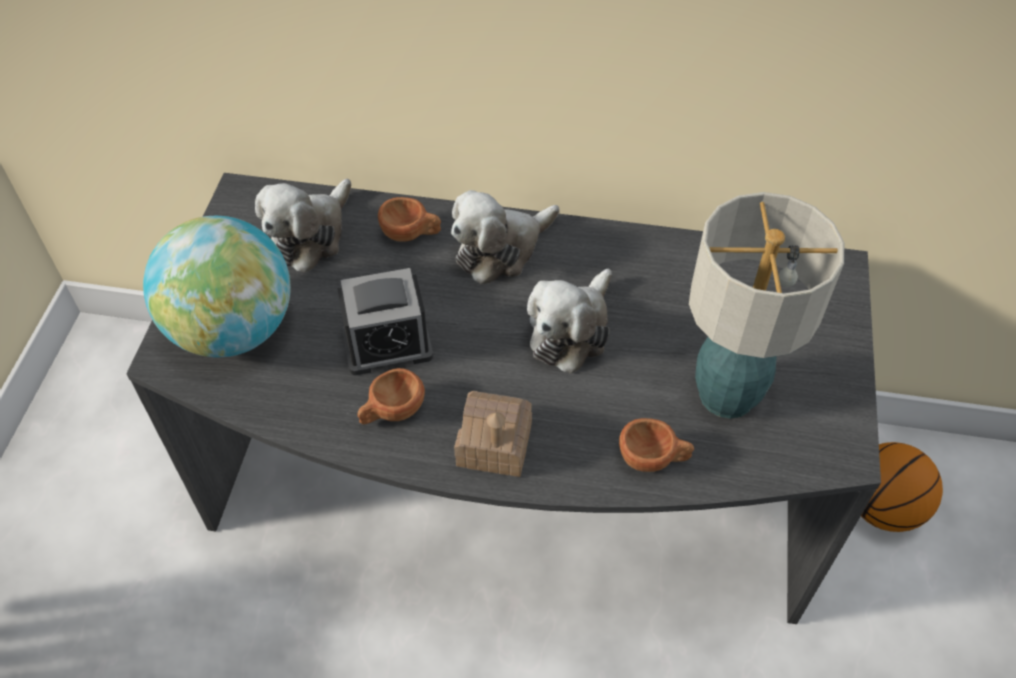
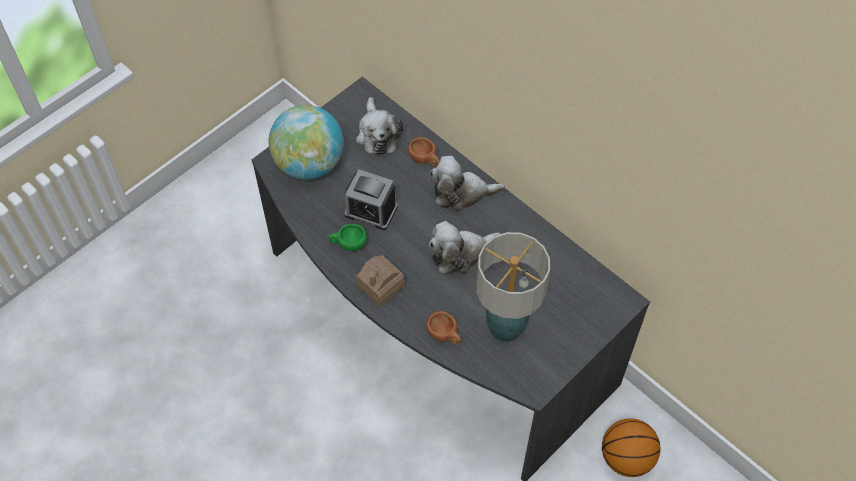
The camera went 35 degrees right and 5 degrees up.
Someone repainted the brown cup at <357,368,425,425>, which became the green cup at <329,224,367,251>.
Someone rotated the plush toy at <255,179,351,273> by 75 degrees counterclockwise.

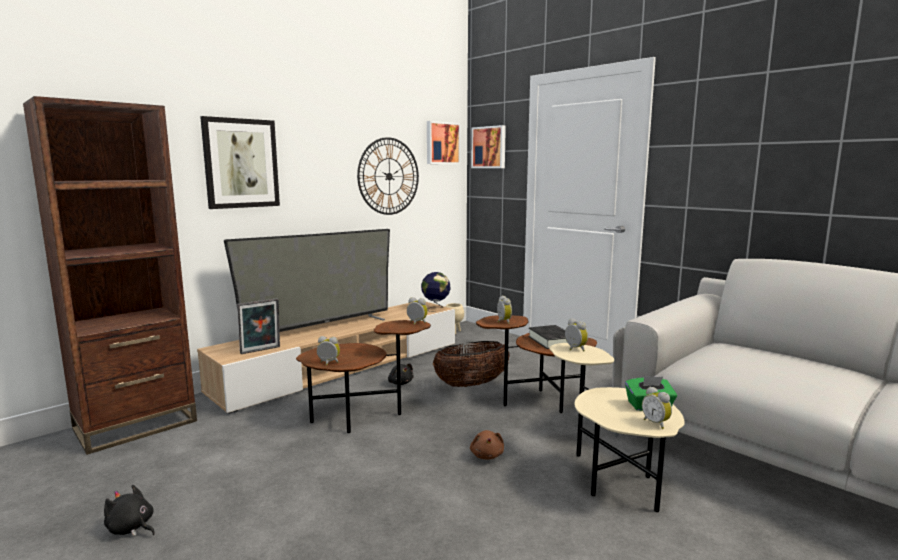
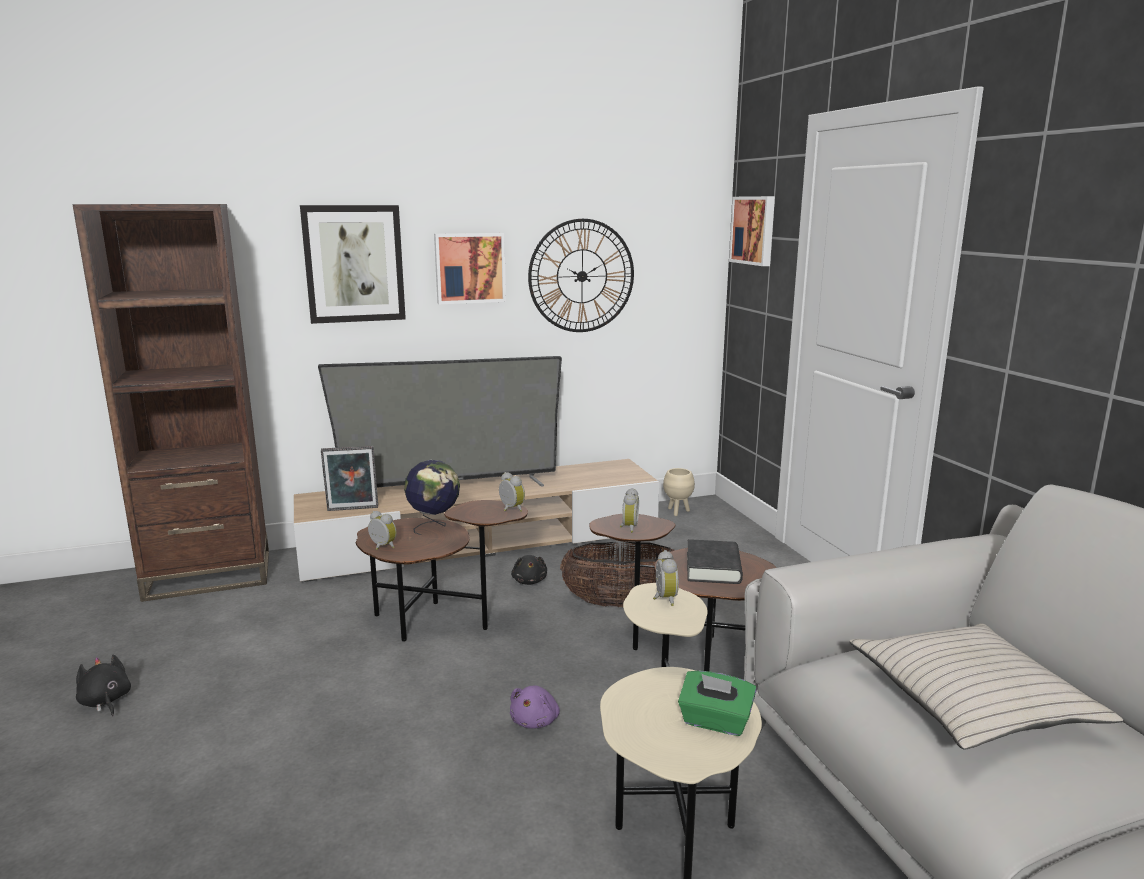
The camera went 25 degrees right and 5 degrees up.
Someone carried the globe from <421,272,451,312> to <404,460,460,535>.
Someone carried the picture from <427,121,461,164> to <434,233,506,304>.
Someone repainted the brown plush toy at <470,430,504,460>, which became the purple plush toy at <510,685,560,729>.
Someone put down the beige pillow at <849,623,1123,749>.
Someone took away the alarm clock at <642,386,672,429>.

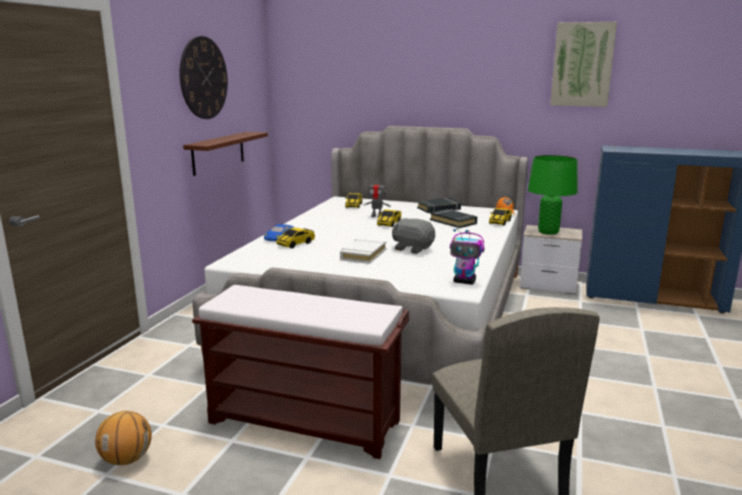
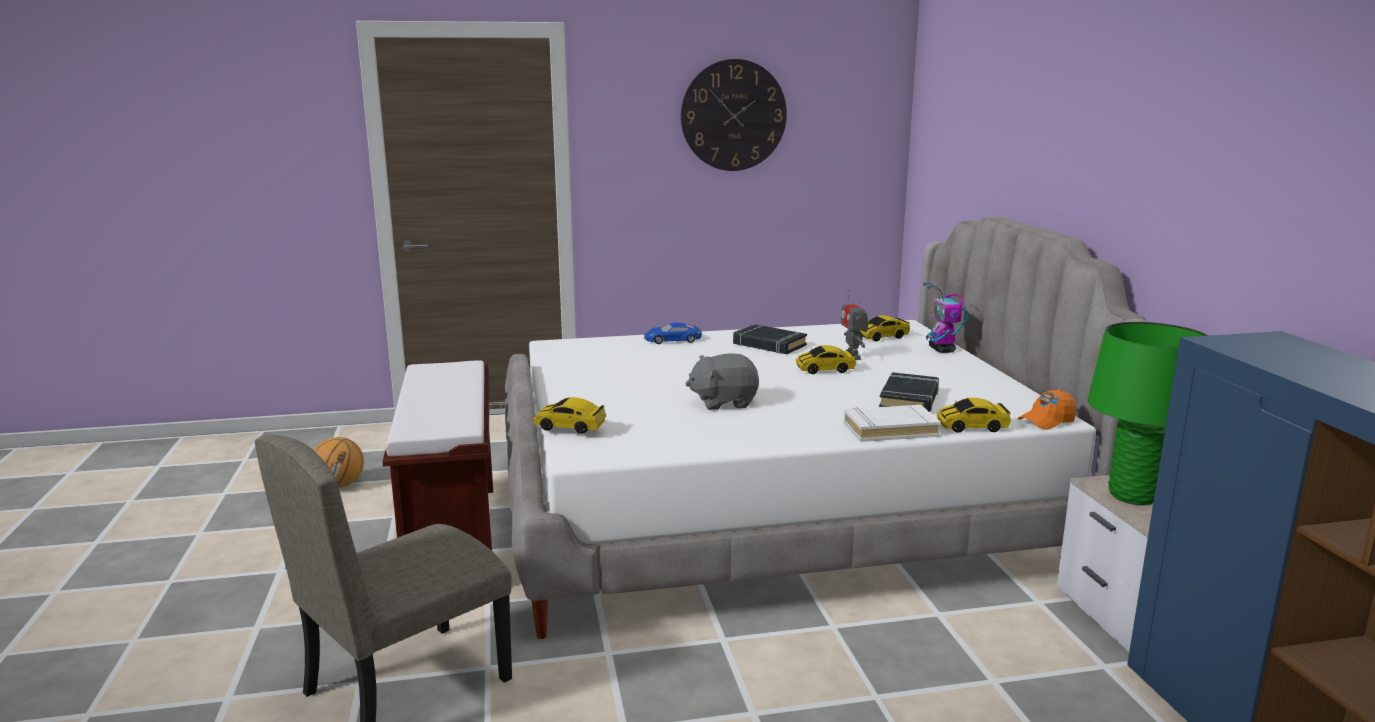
The camera went 60 degrees right and 0 degrees up.
Someone carried the toy car from <276,228,315,248> to <533,397,606,434>.
Someone rotated the grey plush toy at <392,218,435,254> by 105 degrees counterclockwise.
Someone carried the black book from <417,198,461,213> to <733,324,807,354>.
Someone carried the white book from <340,238,387,264> to <844,404,941,442>.
Someone carried the toy robot from <450,228,485,285> to <923,282,969,353>.
Someone took away the brown shelf at <183,132,268,176>.
Someone took away the picture at <550,22,617,107>.

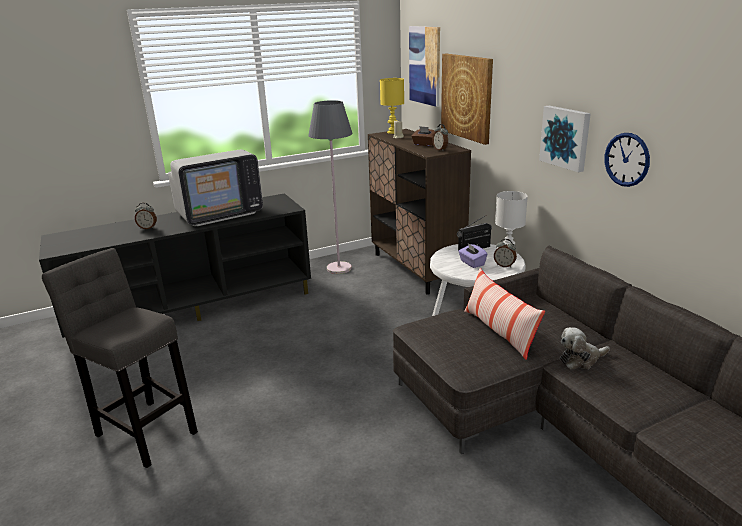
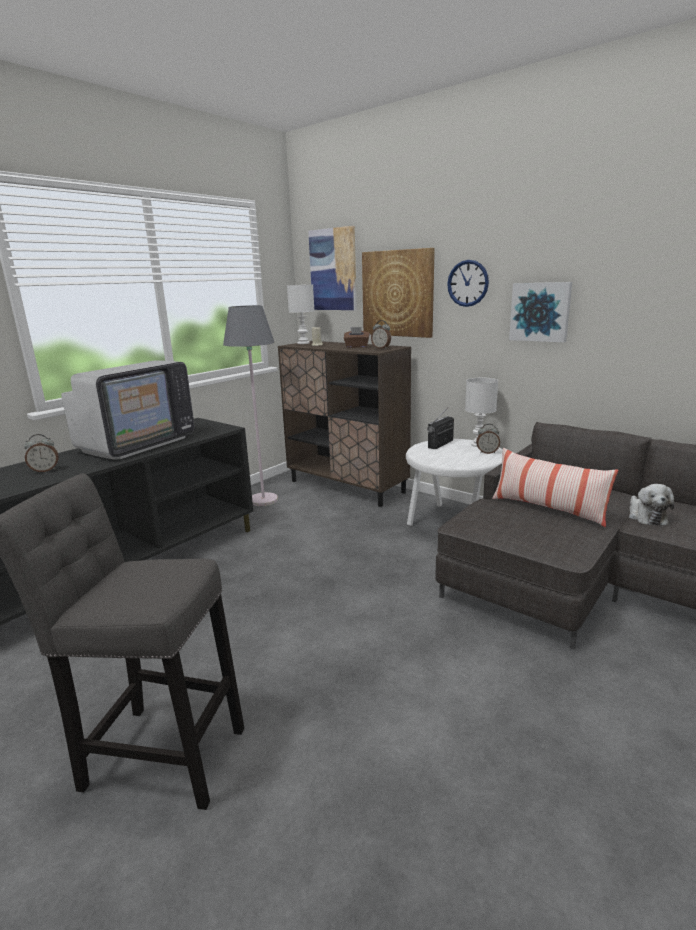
The camera went 25 degrees left and 5 degrees down.
Someone repainted the yellow table lamp at <380,78,404,134>, which became the white table lamp at <287,285,314,344>.
Someone carried the wall clock from <605,133,650,187> to <447,260,489,307>.
Someone rotated the plush toy at <560,327,610,369> by 45 degrees counterclockwise.
Someone took away the purple tissue box at <458,242,488,268>.

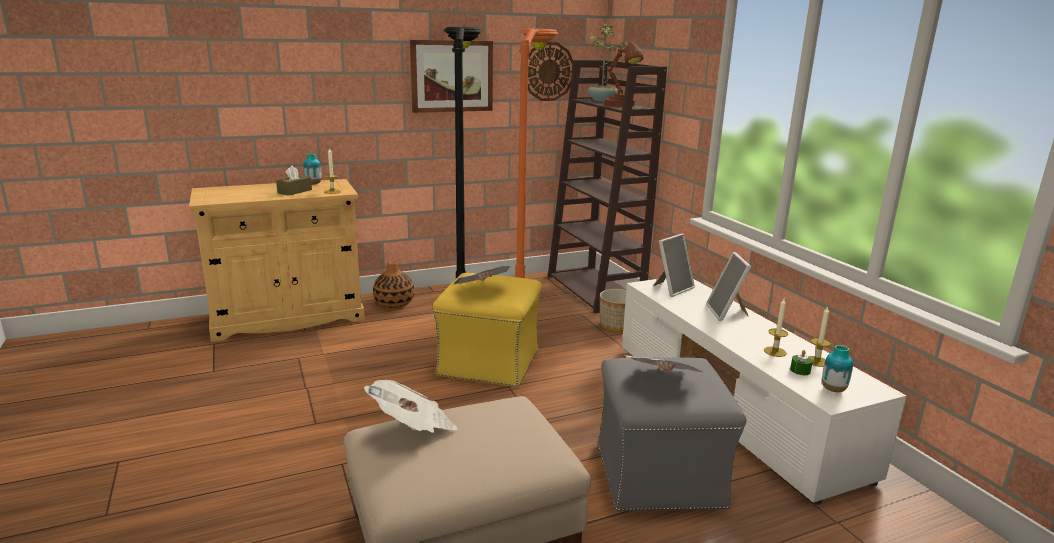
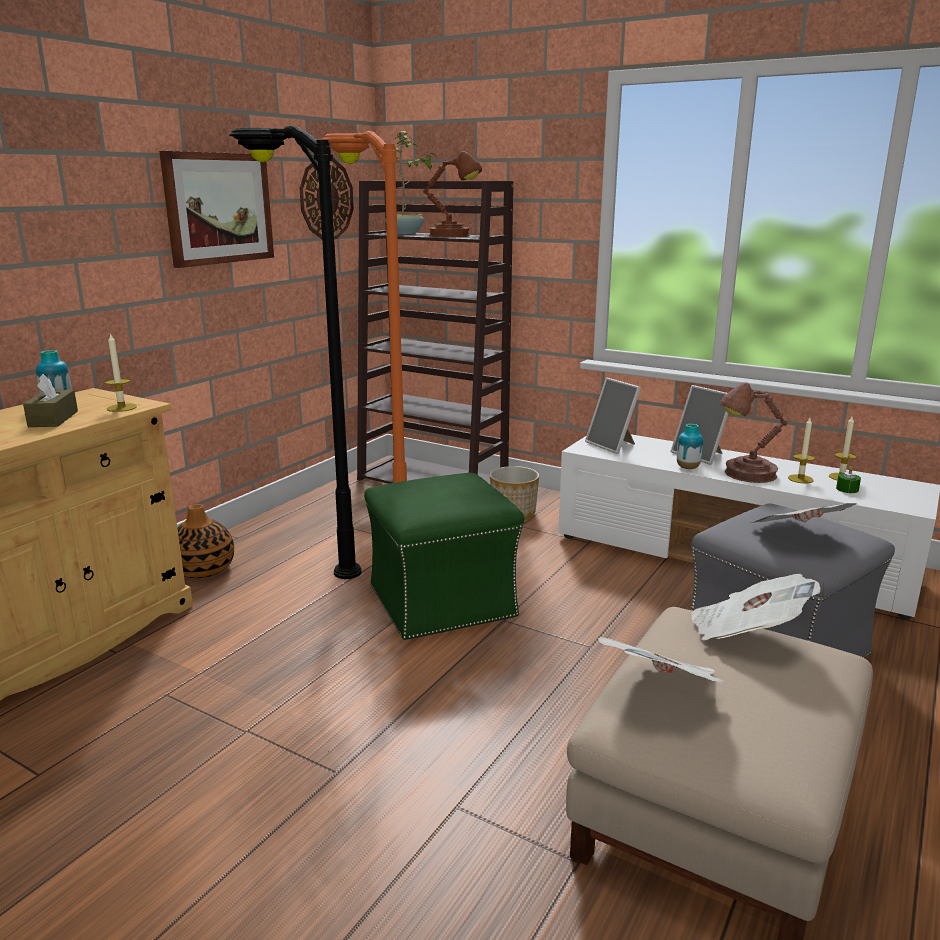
The camera went 35 degrees left and 0 degrees up.
Someone repainted the yellow ottoman at <433,273,542,387>, which became the green ottoman at <364,473,524,640>.
Someone rotated the picture frame at <653,233,695,297> by 135 degrees clockwise.
Someone carried the vase from <822,345,853,392> to <677,424,703,469>.
Someone carried the newspaper from <454,266,511,284> to <691,574,821,641>.
Someone put down the brown table lamp at <720,383,788,483>.

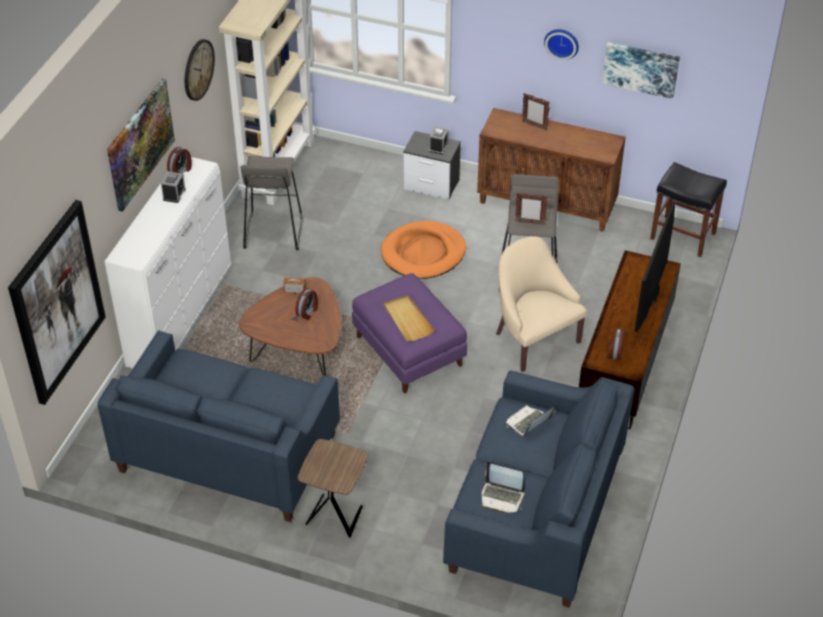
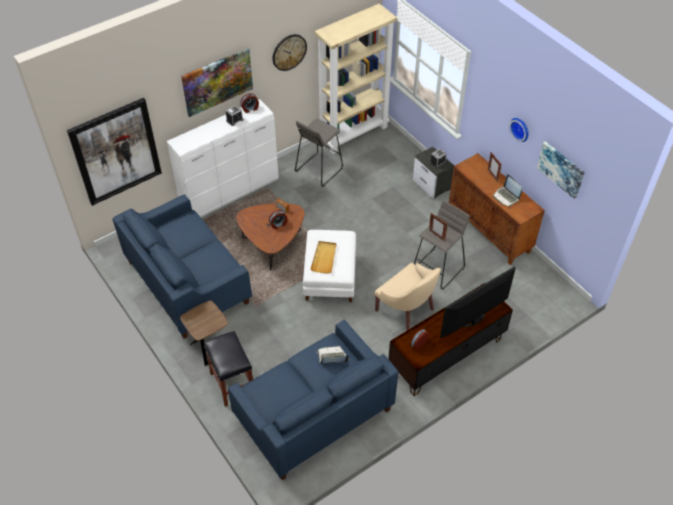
The camera went 35 degrees right and 5 degrees up.
Someone carried the black stool from <650,162,727,257> to <204,331,253,407>.
Someone repainted the purple ottoman at <352,273,467,393>, which became the white ottoman at <303,230,356,302>.
Someone rotated the beige armchair at <496,236,587,372> by 135 degrees clockwise.
Someone carried the laptop from <482,462,525,513> to <493,174,522,206>.
Someone took away the orange dog bed at <381,221,466,279>.

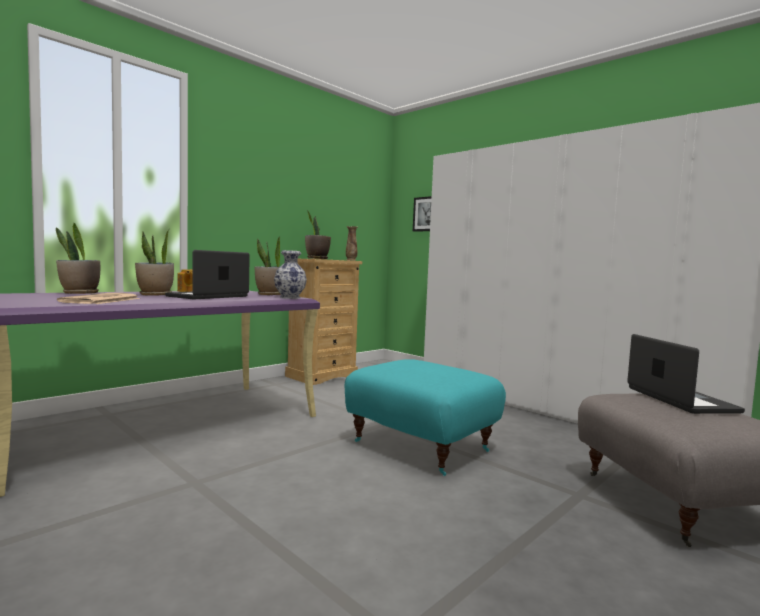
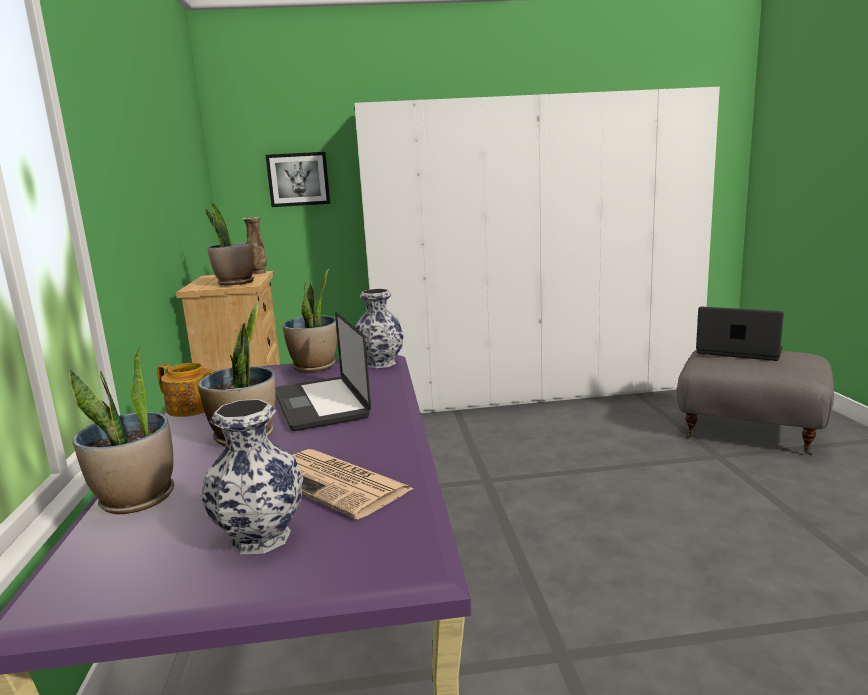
The camera went 50 degrees left and 10 degrees up.
Someone put down the vase at <201,399,303,554>.
Someone took away the turquoise ottoman at <345,359,506,476>.

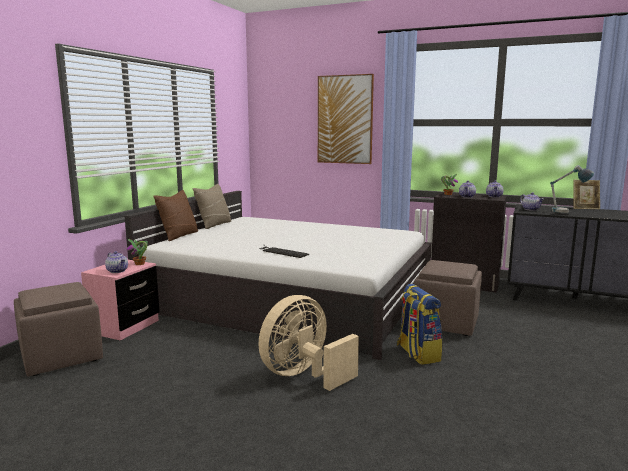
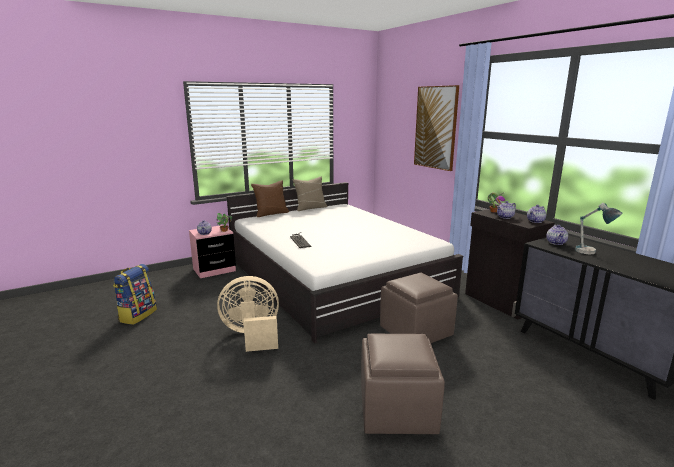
The camera went 35 degrees right and 5 degrees up.
Someone carried the backpack from <397,284,443,365> to <113,264,157,325>.
Someone carried the brown ottoman from <14,282,103,376> to <361,334,445,434>.
Someone took away the picture frame at <573,180,600,209>.

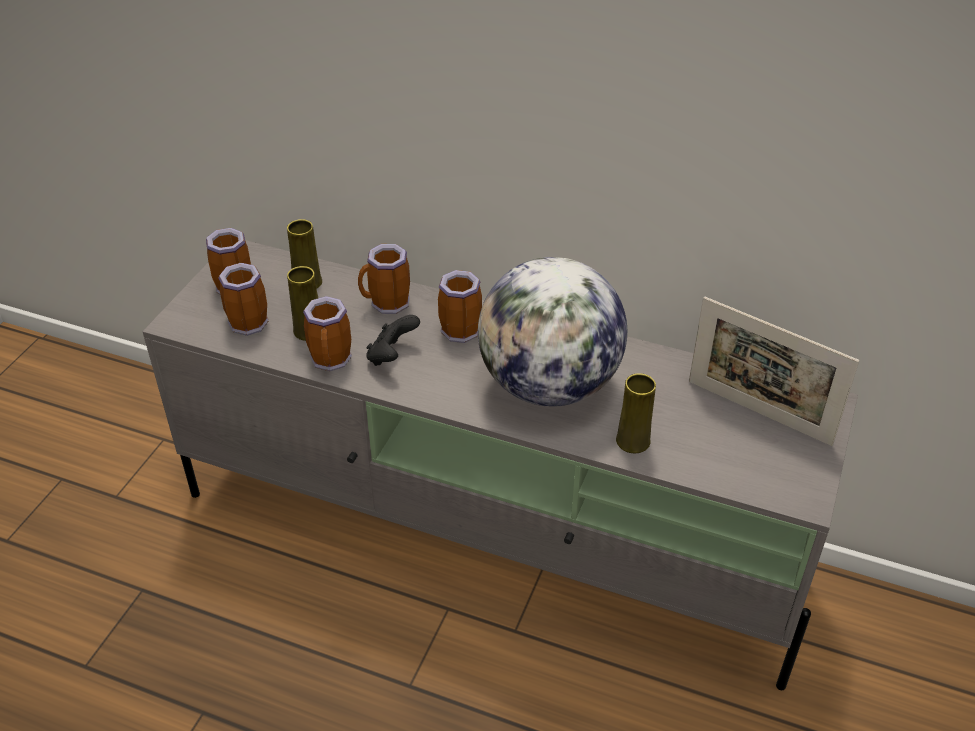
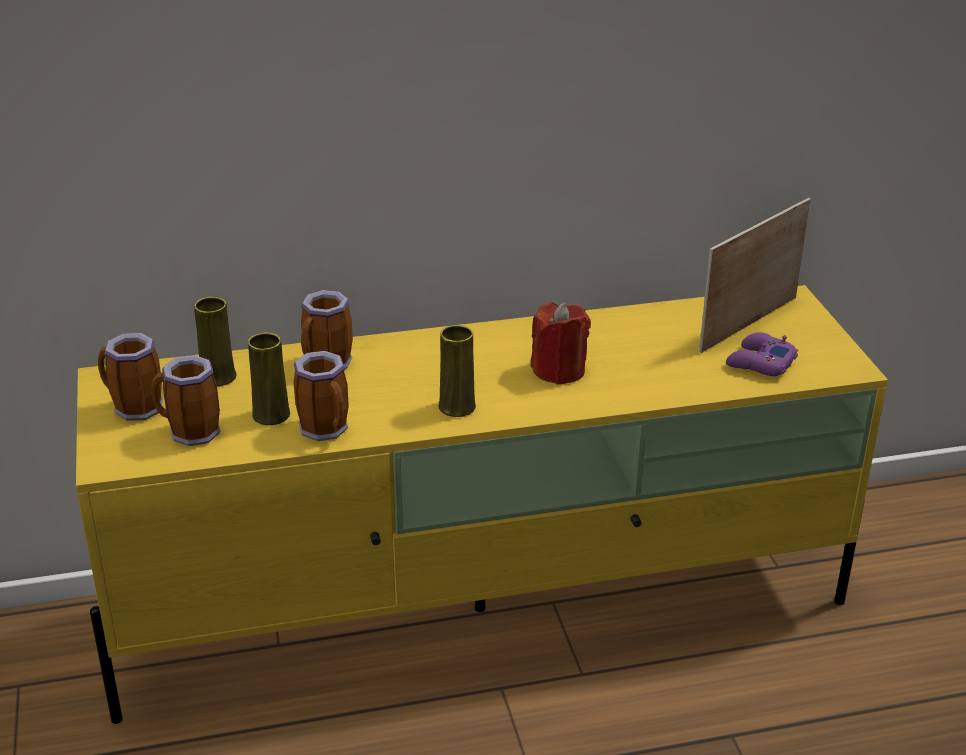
The camera went 35 degrees left and 10 degrees down.
Someone repainted the grey tv stand at <142,240,858,690>, which became the yellow tv stand at <76,285,888,724>.
Someone carried the yellow vase from <616,373,656,453> to <439,325,476,417>.
Someone swapped the globe at <478,257,627,407> for the red candle at <531,303,591,385>.
Someone rotated the picture frame at <689,297,859,446> by 135 degrees clockwise.
Someone put down the purple game controller at <726,332,798,376>.
Someone took away the black game controller at <367,315,420,366>.
Someone took away the mug at <438,270,482,343>.

